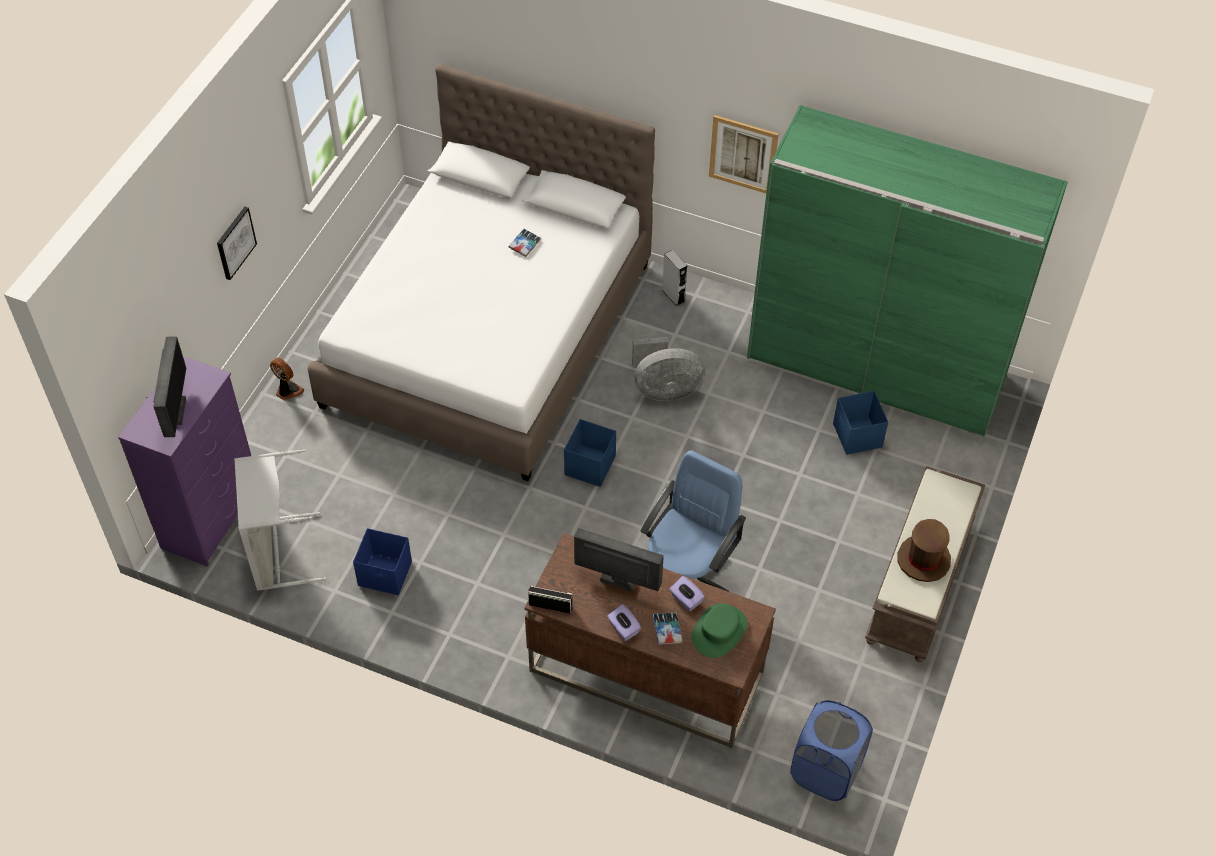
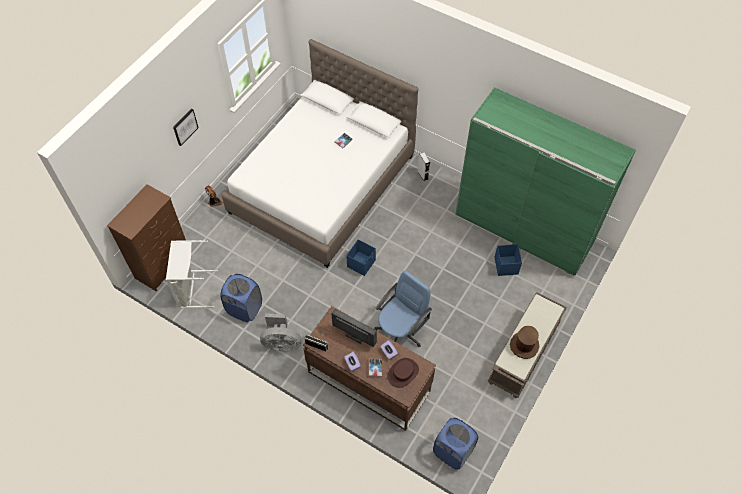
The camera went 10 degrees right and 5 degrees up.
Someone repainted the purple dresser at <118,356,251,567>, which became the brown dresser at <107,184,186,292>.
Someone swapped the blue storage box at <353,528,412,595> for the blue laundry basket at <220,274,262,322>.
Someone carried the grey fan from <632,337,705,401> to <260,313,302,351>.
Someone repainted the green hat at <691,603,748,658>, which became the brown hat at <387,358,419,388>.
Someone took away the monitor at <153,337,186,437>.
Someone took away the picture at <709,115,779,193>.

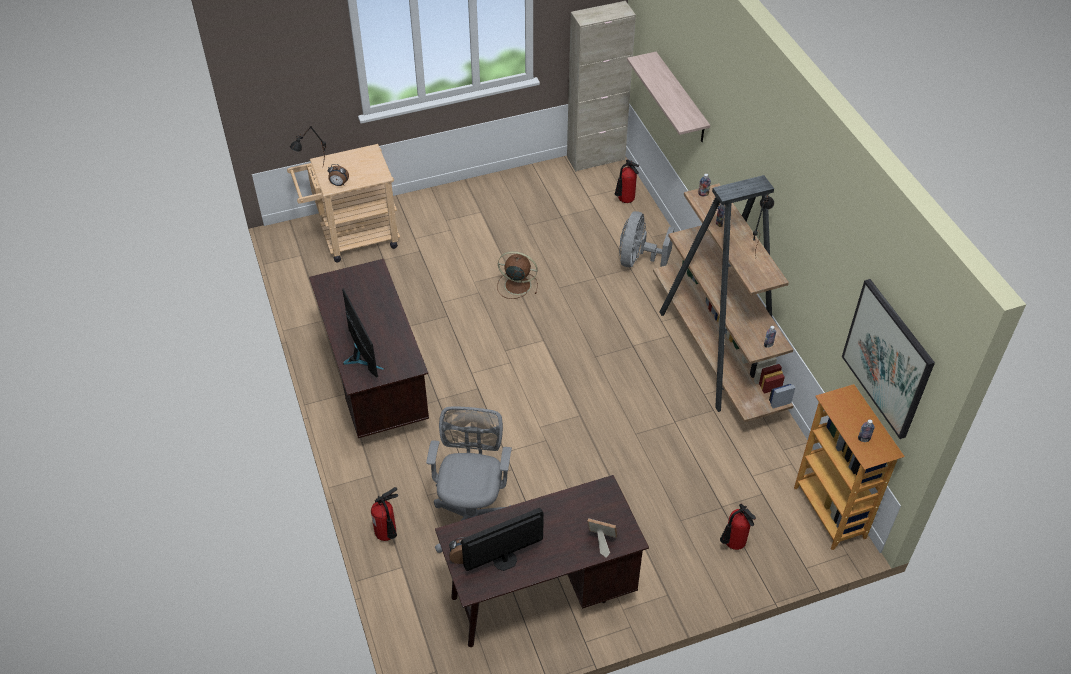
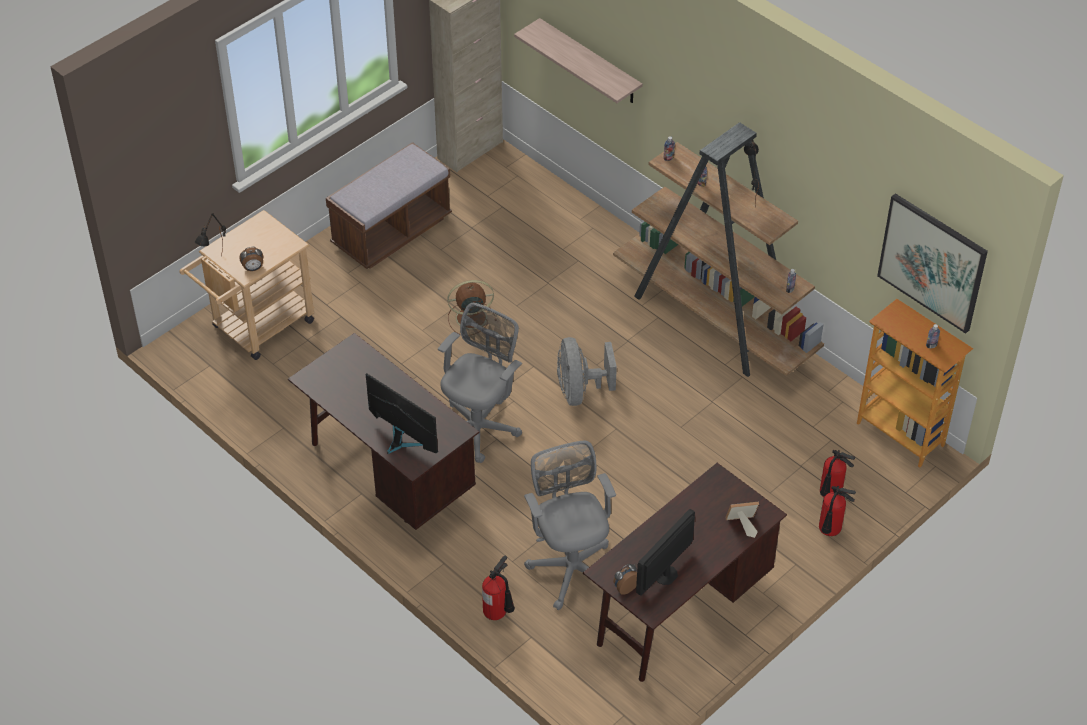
The camera went 25 degrees left and 0 degrees up.
Someone put down the brown bench at <326,142,452,269>.
Someone put down the grey office chair at <438,303,522,463>.
Someone carried the grey fan from <619,211,674,267> to <557,337,617,406>.
Someone carried the fire extinguisher from <614,159,639,203> to <819,486,856,536>.

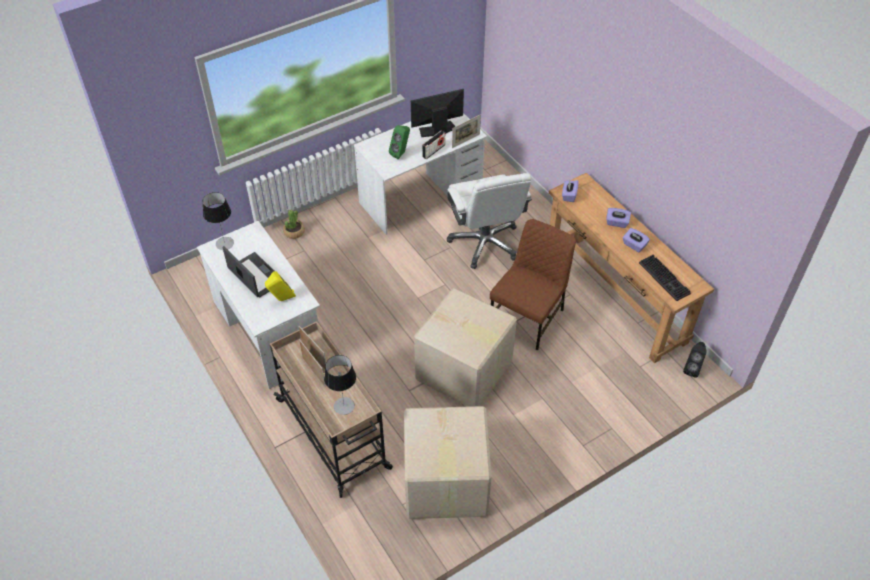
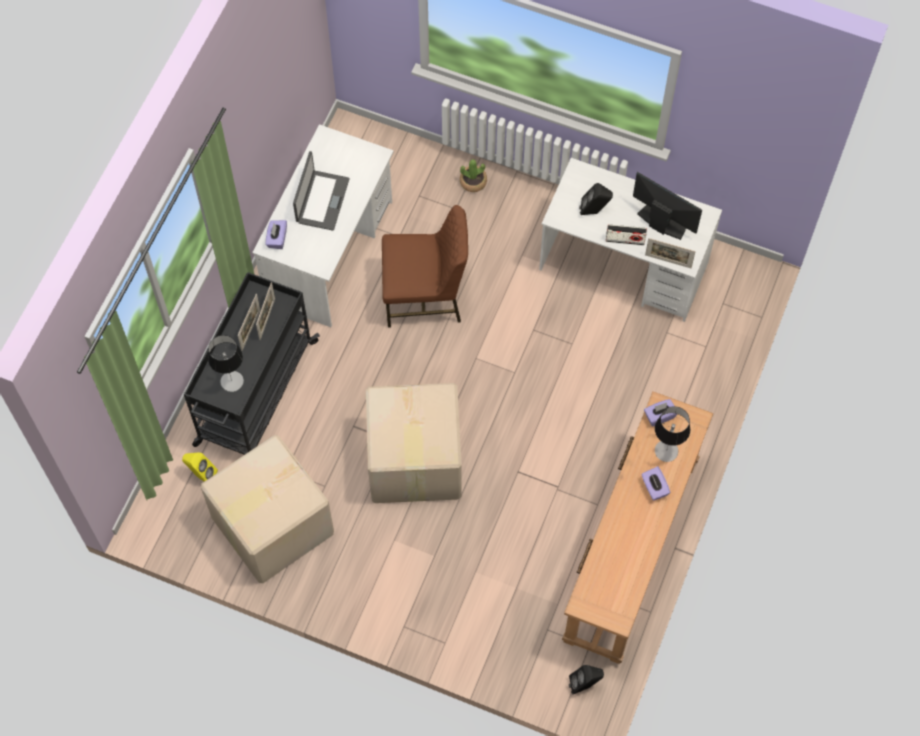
The camera went 55 degrees right and 15 degrees up.
Someone carried the yellow speaker from <265,271,296,301> to <182,452,218,481>.
Someone repainted the beige cart at <270,321,393,498>, which became the black cart at <184,272,320,455>.
Someone carried the purple tissue box from <623,228,650,252> to <265,220,287,249>.
Someone carried the brown chair from <490,219,576,350> to <382,205,468,327>.
Someone repainted the green speaker at <389,125,410,159>, which became the black speaker at <579,183,613,215>.
Someone carried the table lamp from <202,192,234,250> to <655,406,690,462>.
Someone took away the white office chair at <447,173,532,269>.
Someone took away the keyboard at <639,255,691,301>.

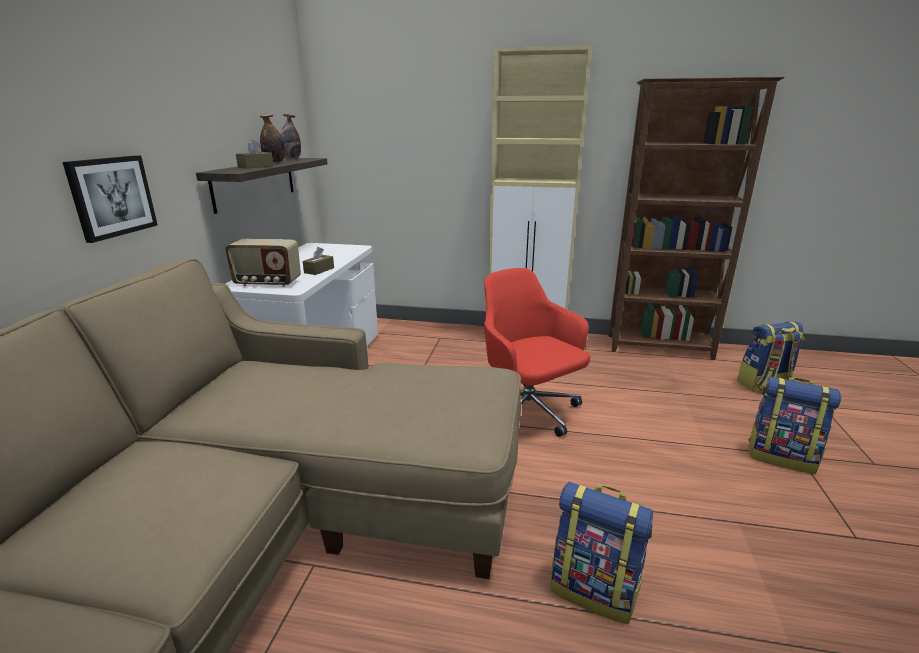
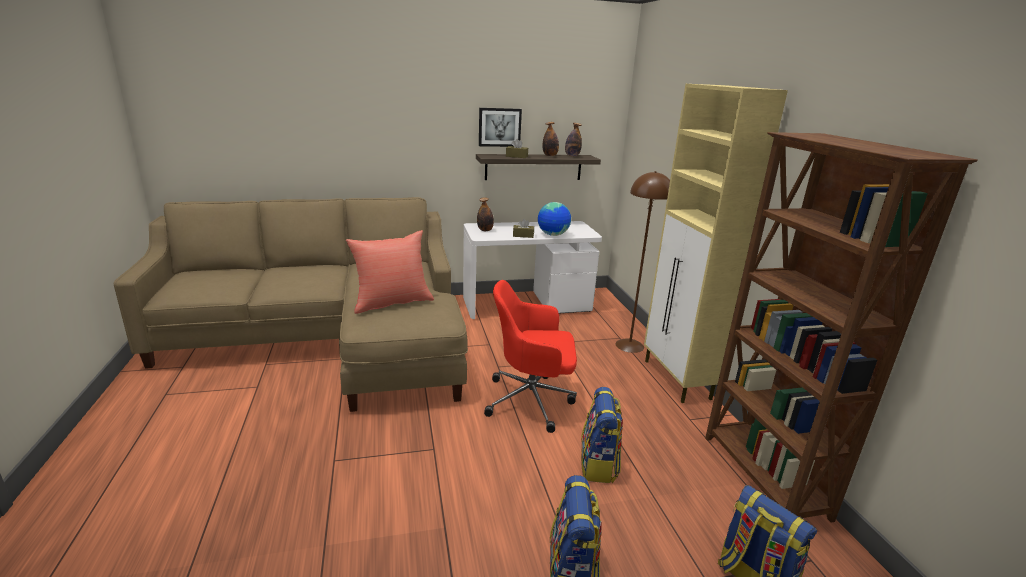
The camera went 65 degrees right and 0 degrees up.
Someone put down the red pillow at <346,230,434,314>.
Someone swapped the radio at <225,239,301,287> for the bottle at <477,197,494,231>.
Someone carried the picture from <62,155,158,243> to <479,108,522,147>.
Someone rotated the red office chair at <484,268,590,437> by 120 degrees counterclockwise.
Someone put down the globe at <538,202,571,236>.
Someone carried the backpack from <550,482,653,624> to <581,387,623,483>.
Someone put down the brown floor lamp at <616,171,670,353>.

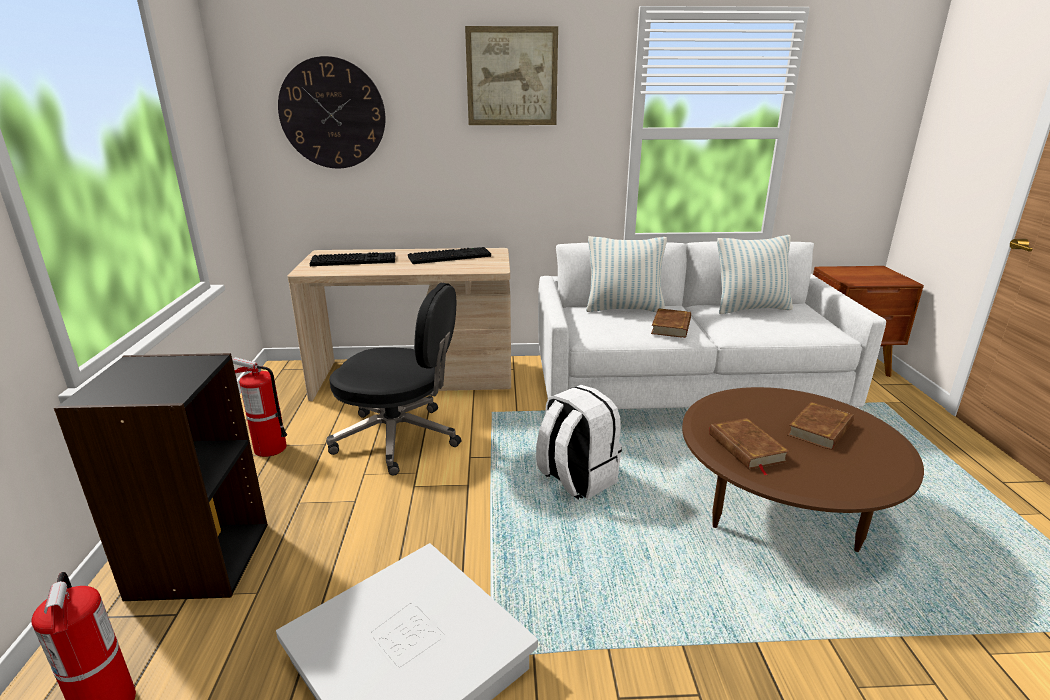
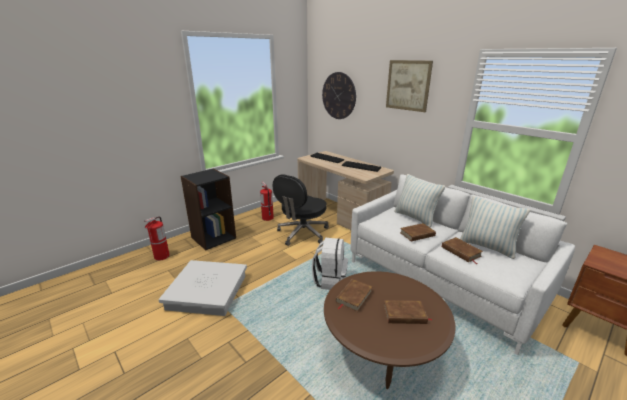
The camera went 50 degrees right and 0 degrees up.
Someone rotated the black office chair at <326,283,461,475> by 60 degrees clockwise.
Someone put down the brown book at <442,237,483,264>.

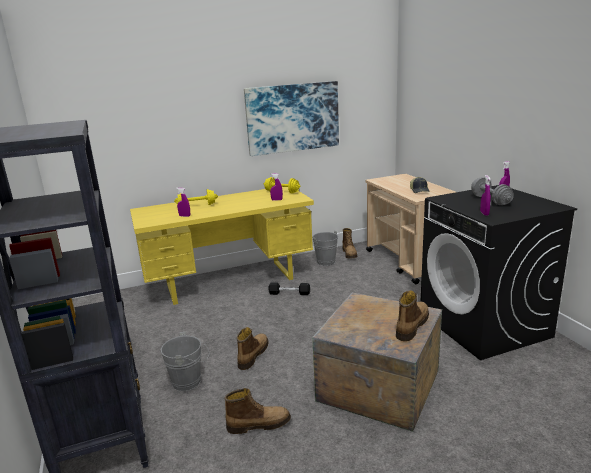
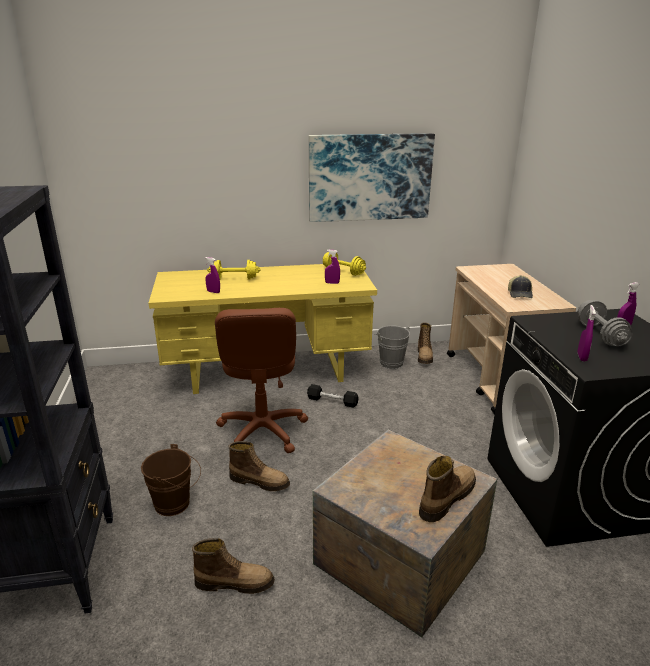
The camera went 10 degrees right and 5 degrees up.
Someone repainted the grey bucket at <161,332,209,391>, which became the brown bucket at <141,444,201,516>.
Someone put down the brown office chair at <215,308,308,454>.
Someone rotated the boot at <237,327,269,370> by 75 degrees clockwise.

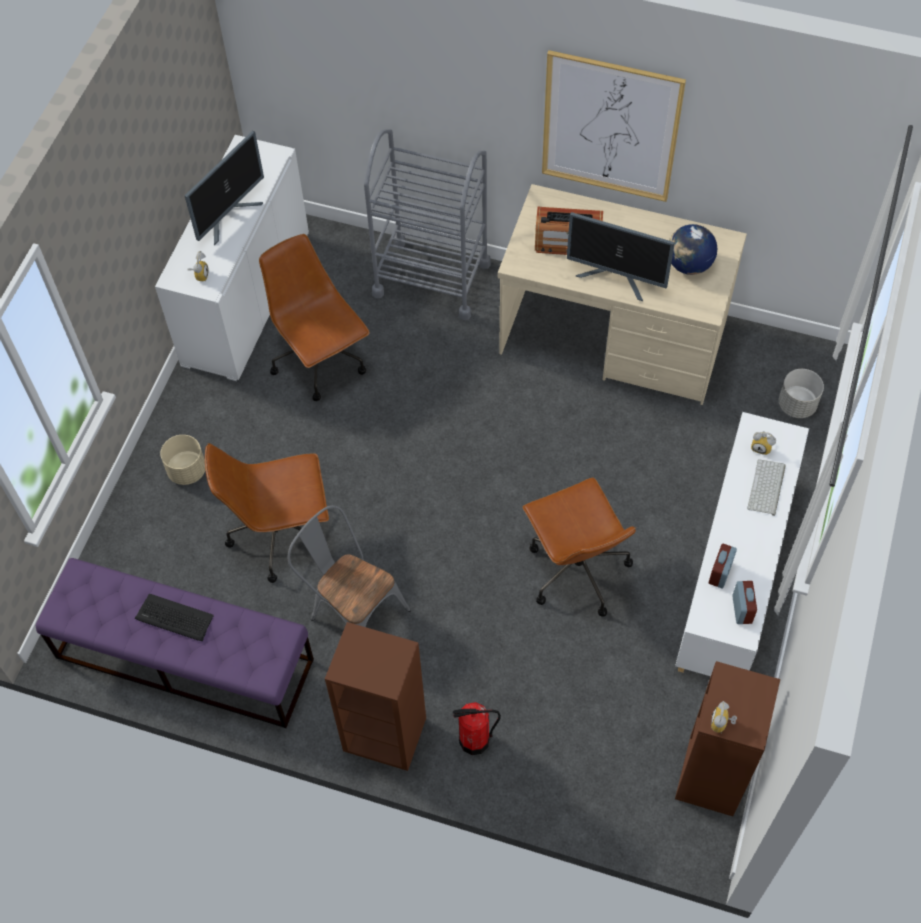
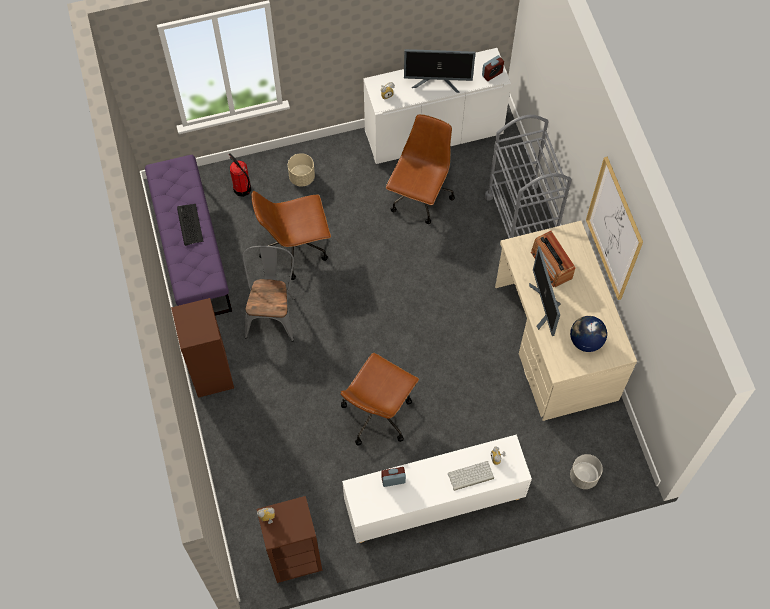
The camera went 55 degrees right and 5 degrees up.
Someone carried the fire extinguisher from <453,702,501,755> to <229,153,251,197>.
Someone rotated the brown office chair at <205,443,329,583> by 60 degrees counterclockwise.
Someone carried the alarm clock from <732,581,757,624> to <482,55,504,81>.

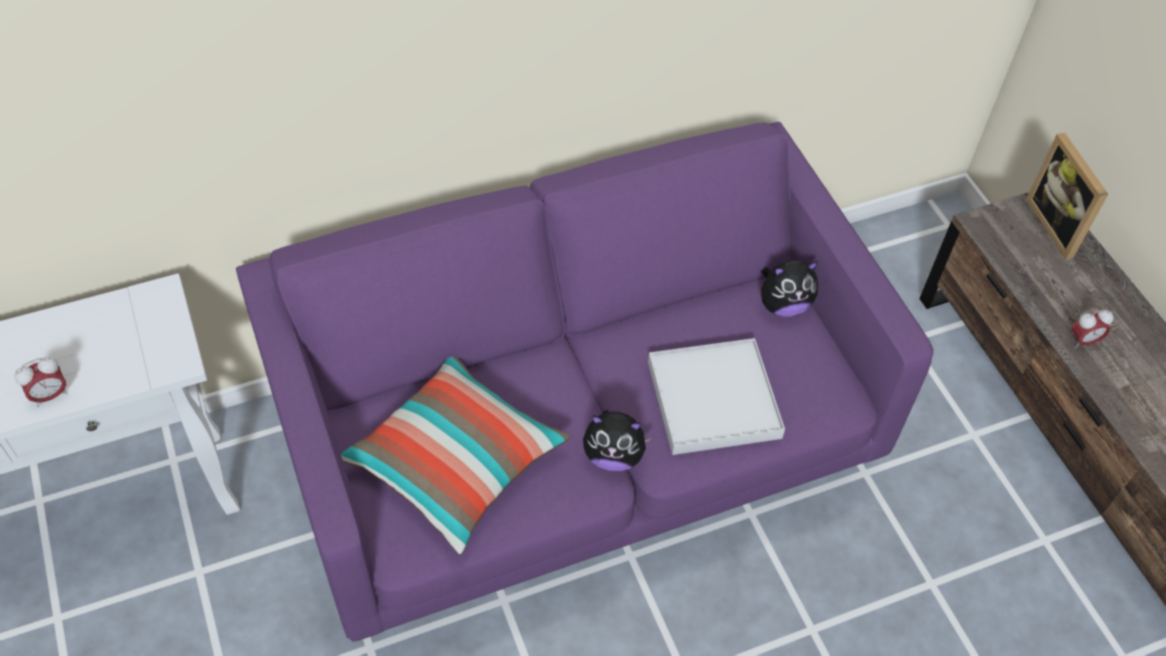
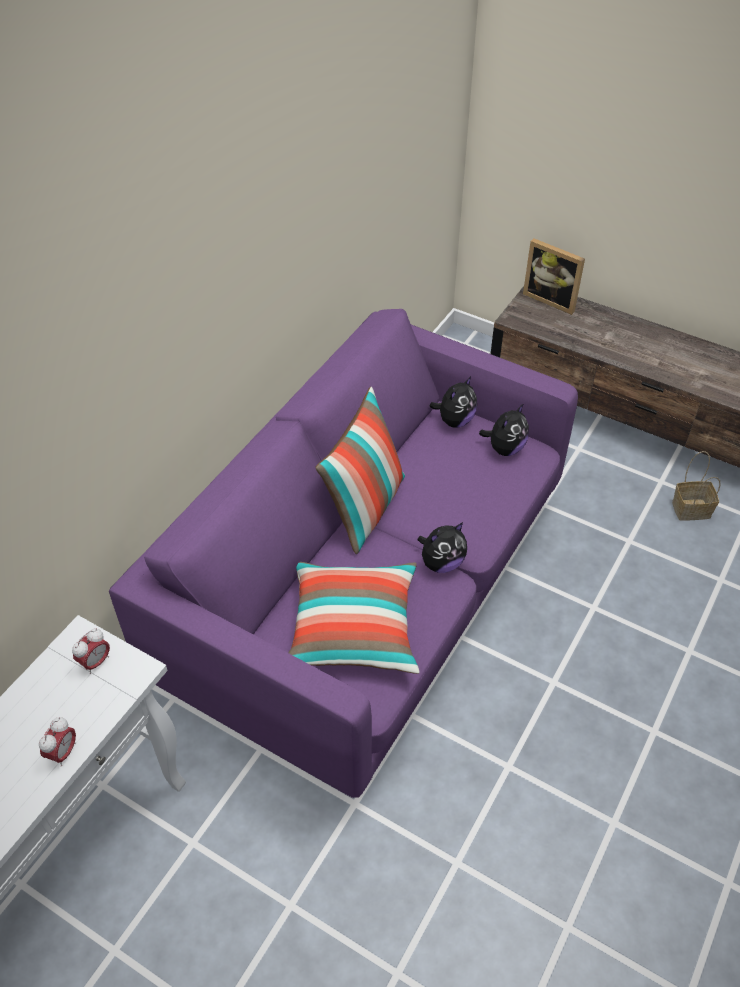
The camera went 35 degrees left and 5 degrees down.
Someone carried the alarm clock from <1071,310,1113,348> to <72,629,110,674>.
Someone put down the pillow at <316,387,405,554>.
Someone put down the plush toy at <479,403,529,456>.
Someone put down the basket at <672,451,721,521>.
Someone took away the white tray at <648,338,785,455>.

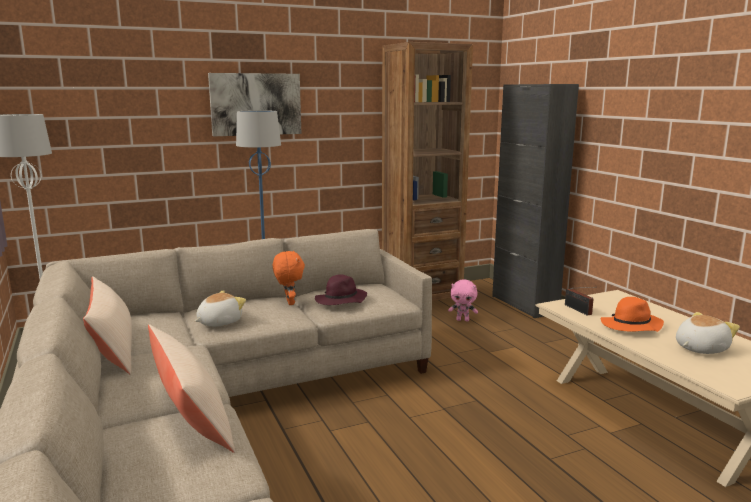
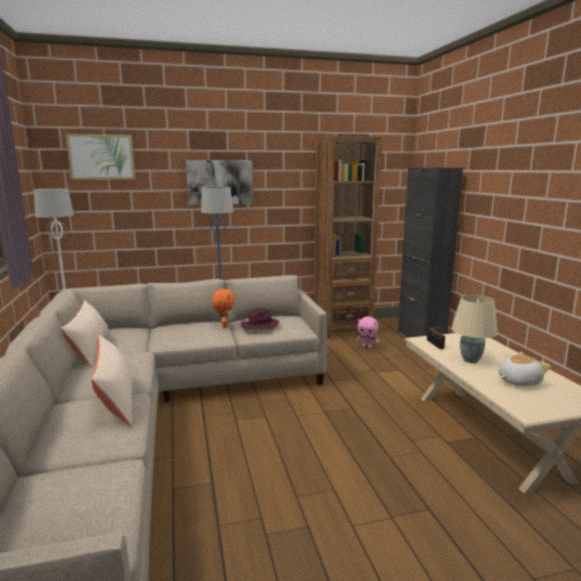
The camera went 10 degrees right and 0 degrees up.
Someone put up the picture at <66,134,135,180>.
Someone swapped the orange hat at <601,297,664,332> for the beige table lamp at <451,295,498,363>.
Someone took away the plush toy at <195,290,246,327>.

